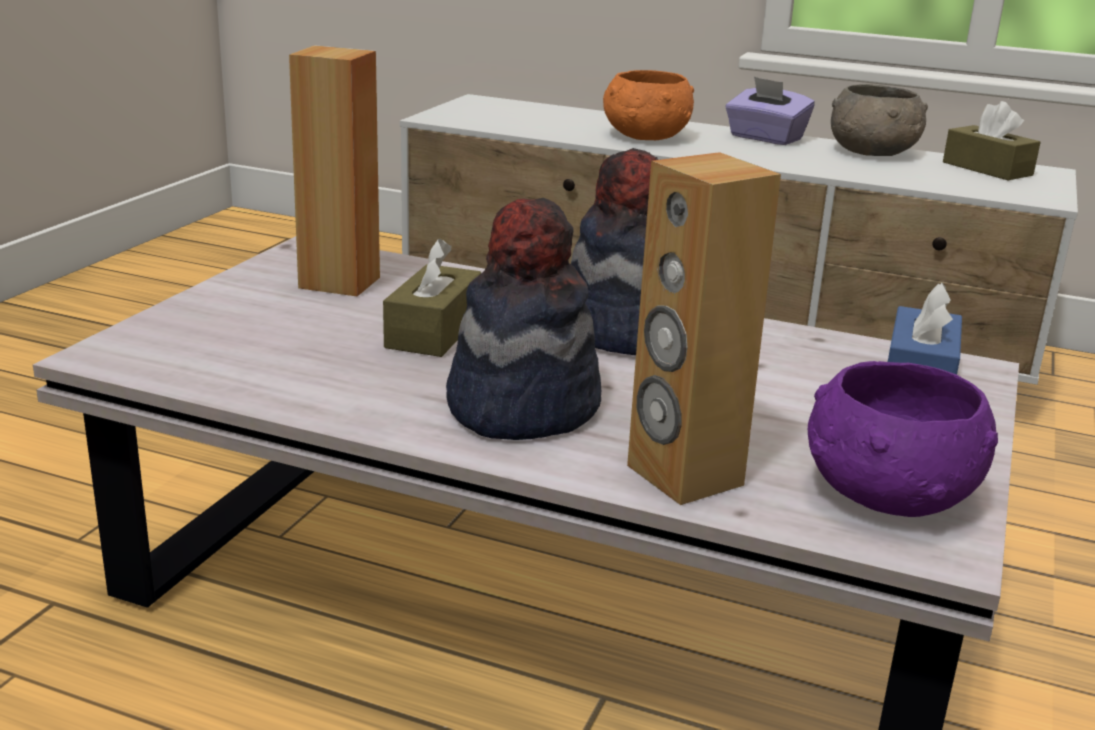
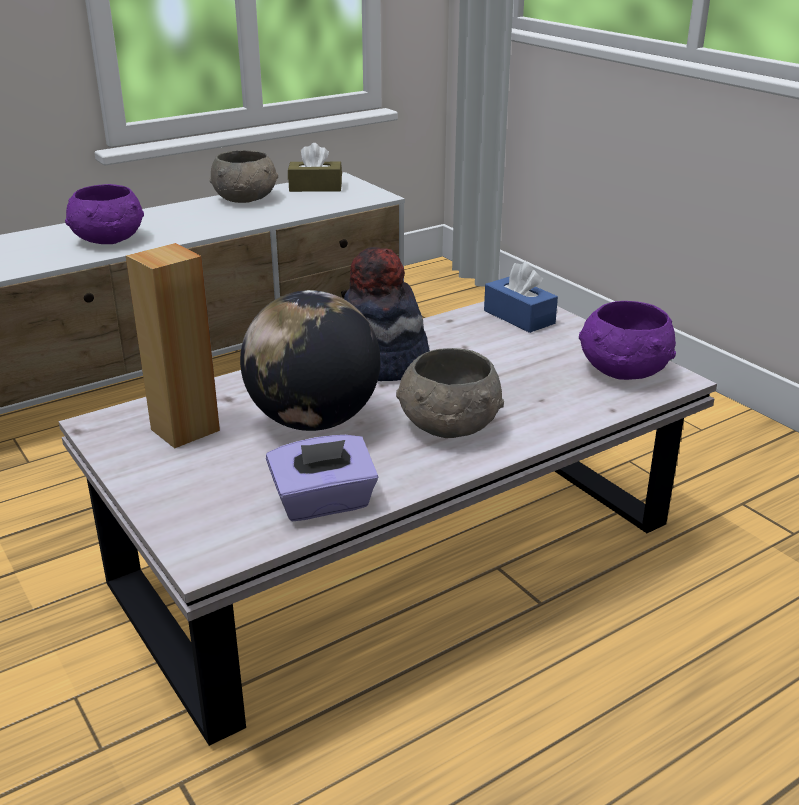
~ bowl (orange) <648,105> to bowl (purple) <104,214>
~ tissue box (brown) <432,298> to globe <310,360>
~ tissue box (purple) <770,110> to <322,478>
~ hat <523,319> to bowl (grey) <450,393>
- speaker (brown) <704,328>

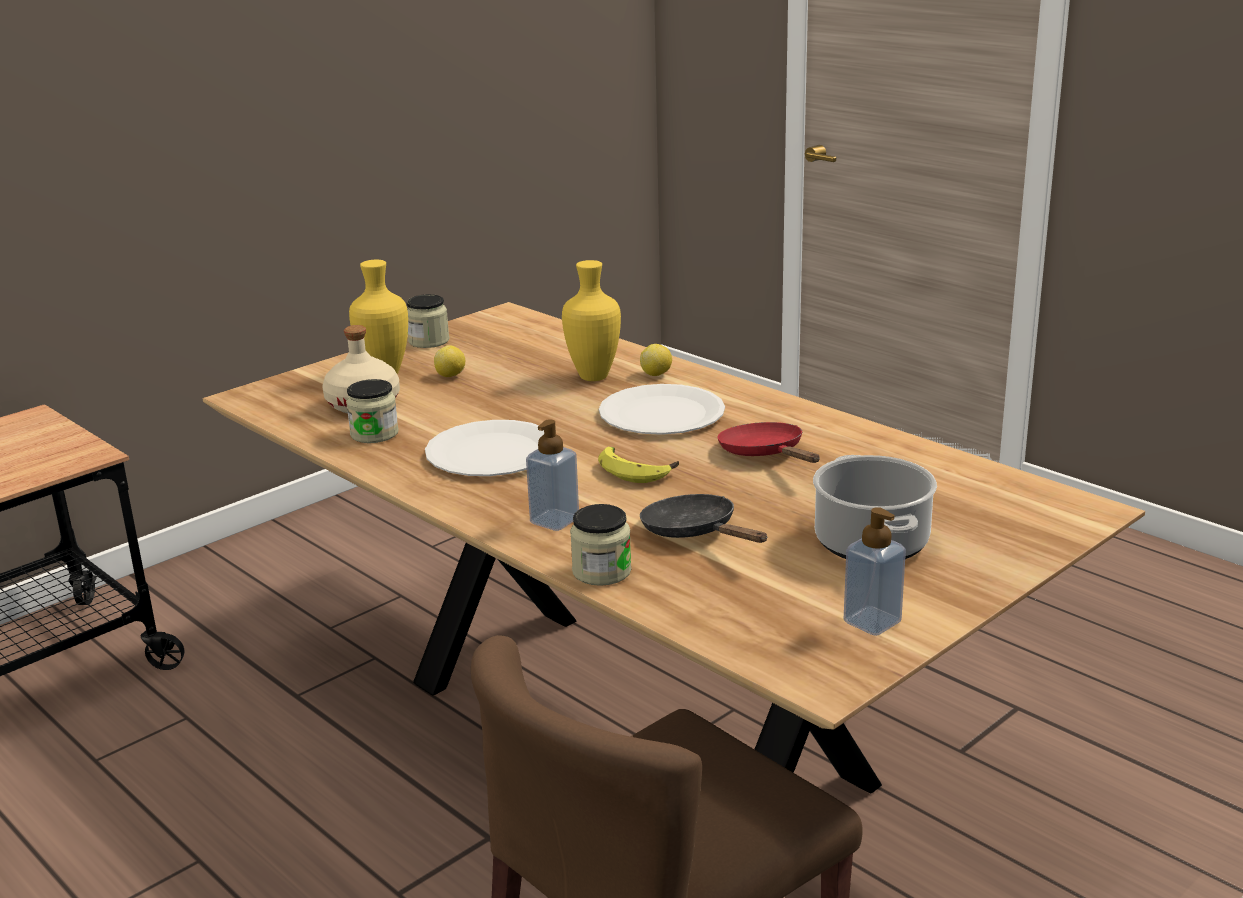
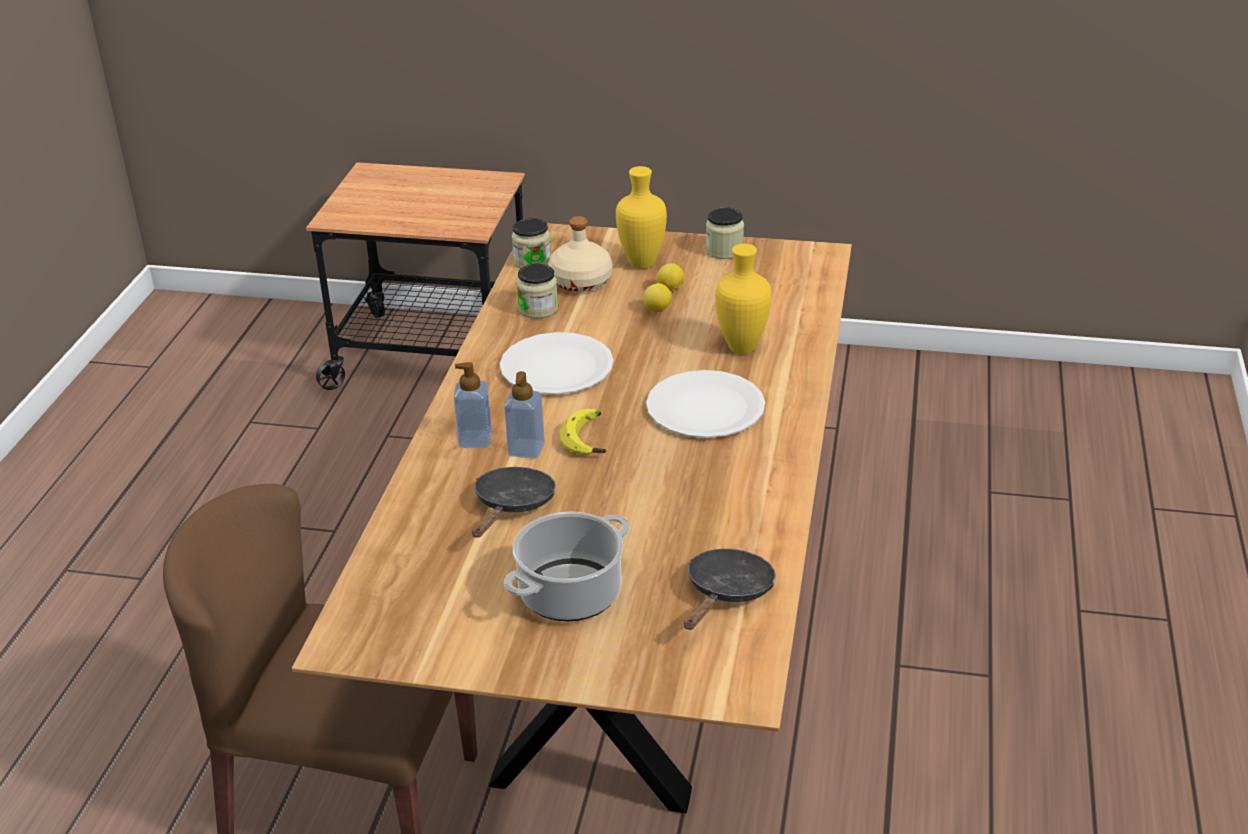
~ soap dispenser <874,571> to <524,415>
~ jar <600,545> to <531,243>
~ lemon <656,360> to <658,297>
+ frying pan (black) <730,589>
- frying pan (red) <768,442>

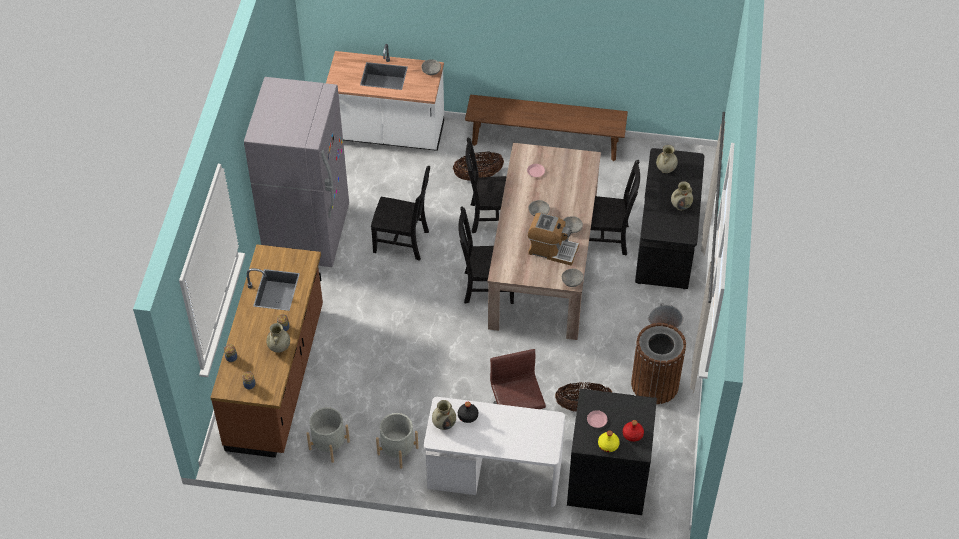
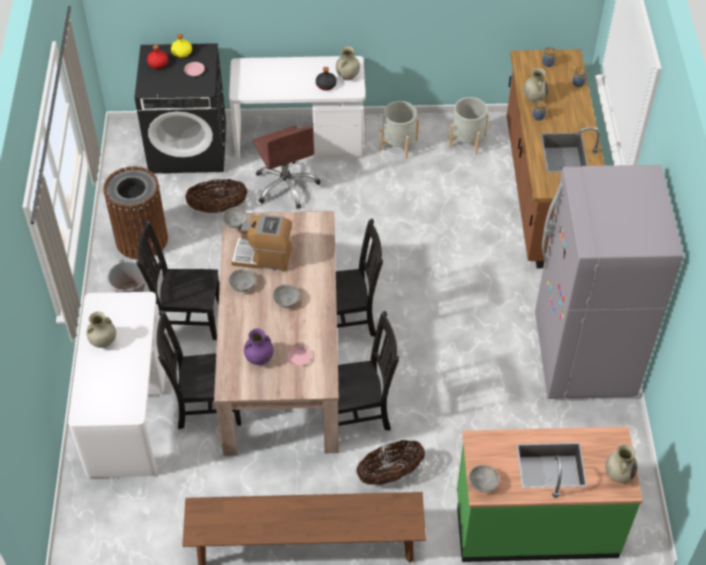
~ desk (black) <669,218> to desk (white) <116,385>
~ chair (black) <400,213> to <178,280>
+ vase (purple) <258,347>
~ counter (white) <385,97> to counter (green) <550,494>
~ vase (beige) <667,159> to <621,463>

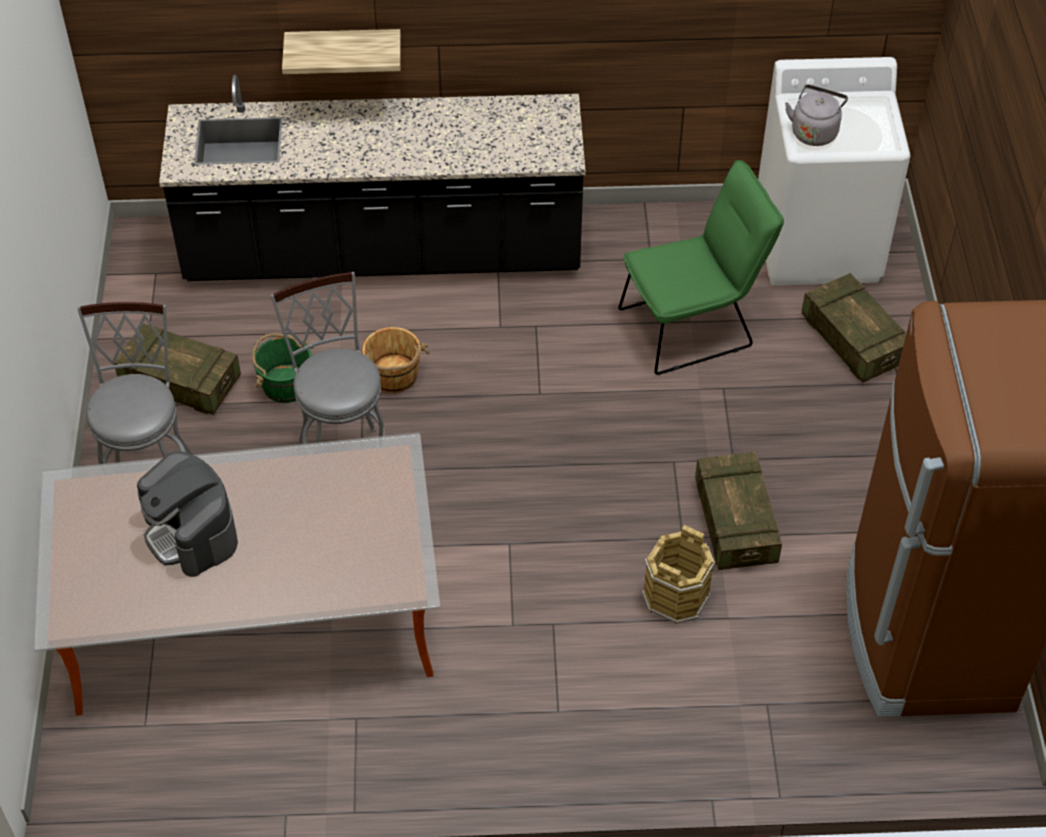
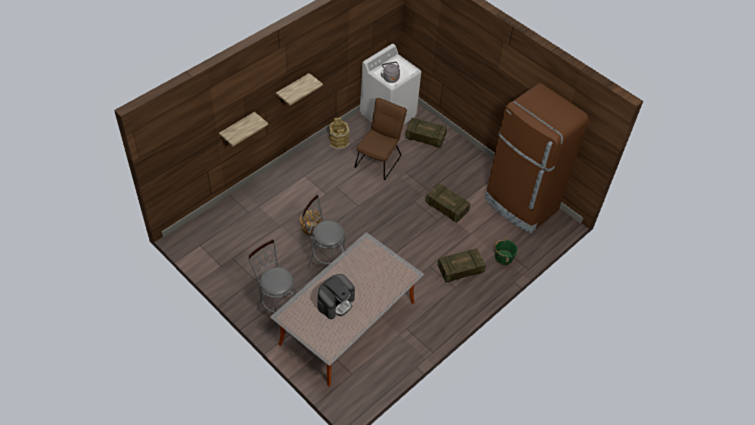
+ shelf <299,89>
~ coffee machine <187,514> = <336,296> 60 degrees counterclockwise
~ bucket (brown) <678,574> to <339,134>
~ chair (green) <701,267> to chair (brown) <381,139>
~ crate <177,369> to <462,265>
~ bucket (green) <282,368> to <506,251>
- counter (black) <372,178>

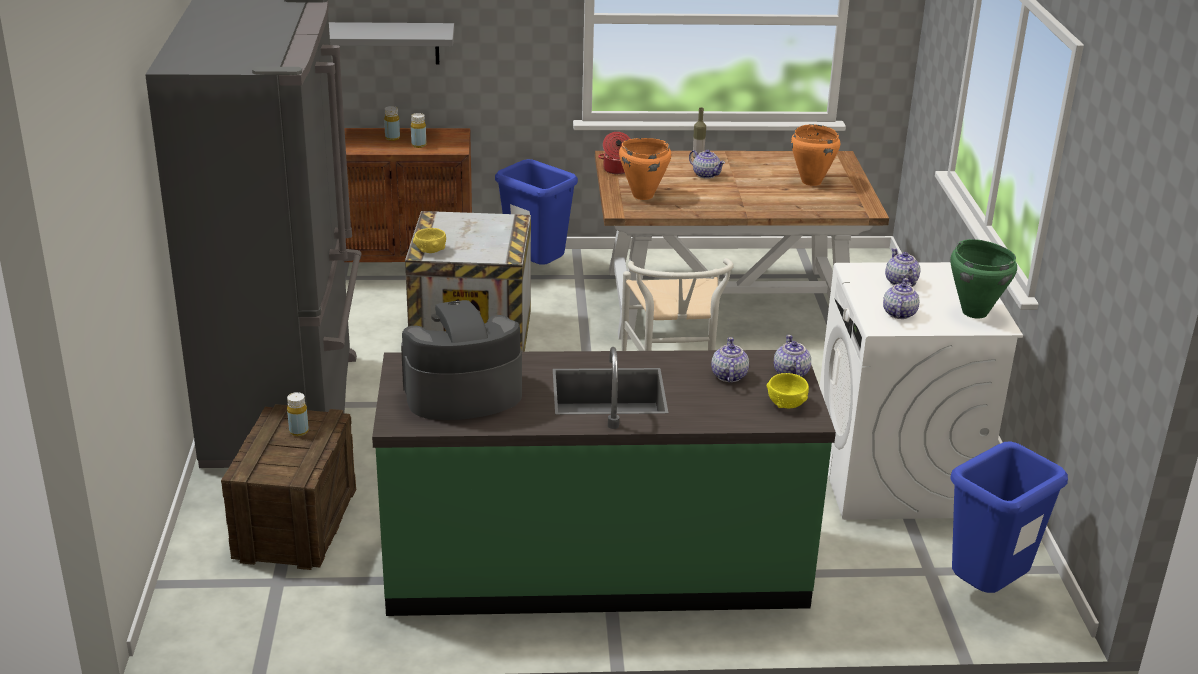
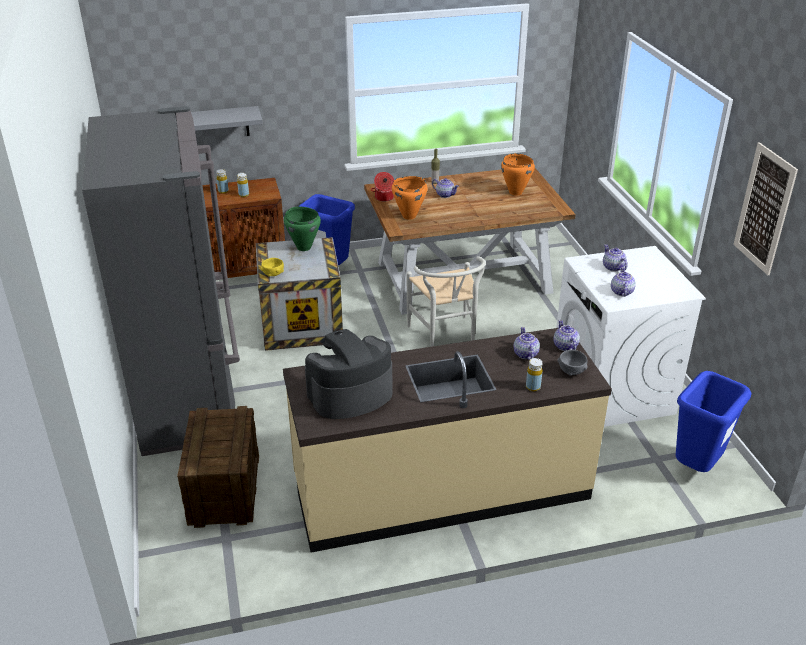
~ counter (green) <604,481> to counter (beige) <447,440>
~ cooking pot (green) <984,278> to <302,229>
~ bottle (yellow) <298,414> to <534,374>
~ bowl (yellow) <788,390> to bowl (grey) <573,363>
+ picture <765,208>

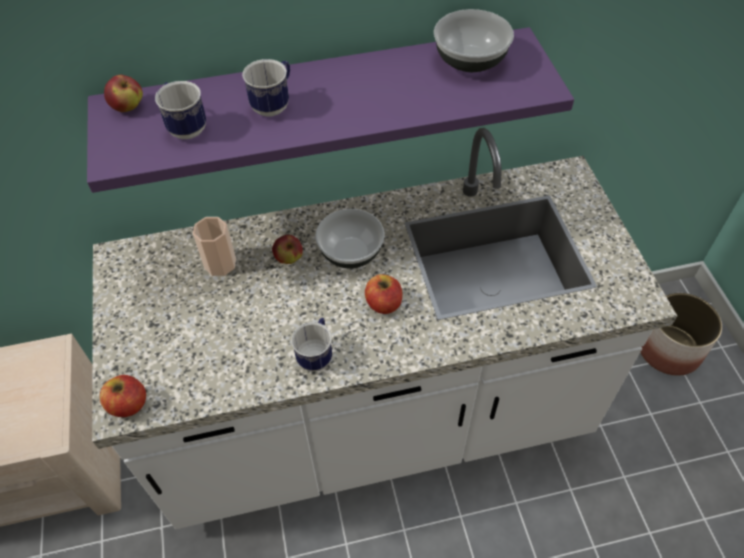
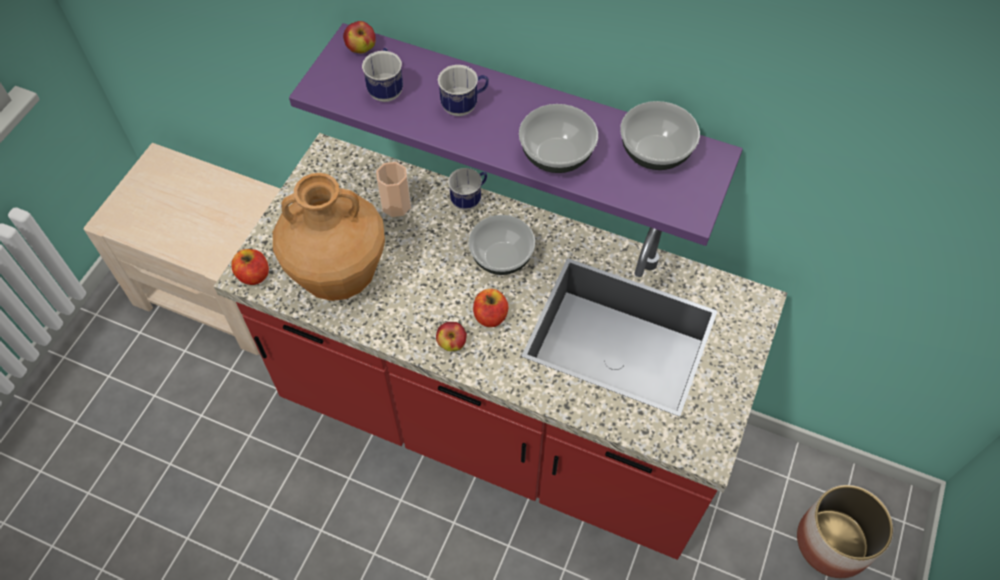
~ counter (white) <384,328> to counter (red) <500,346>
+ vase (brown) <329,237>
~ apple <287,249> to <451,336>
~ mug <311,345> to <467,189>
+ bowl <558,138>

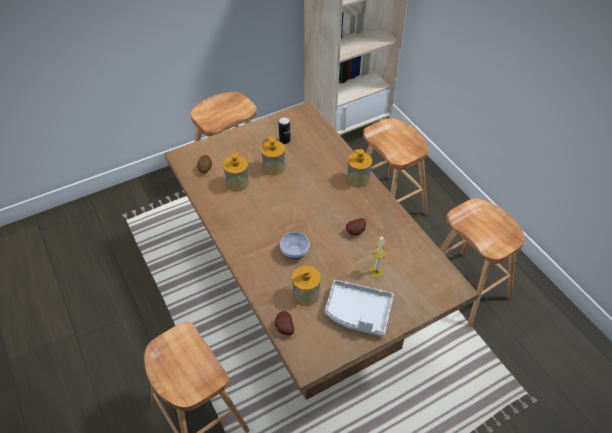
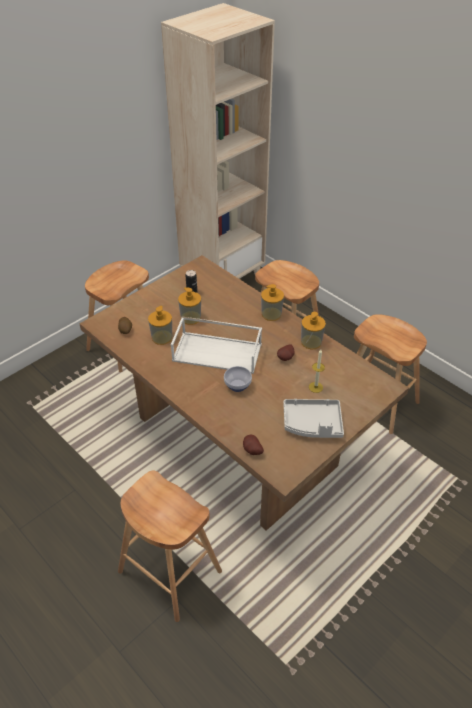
+ tray (white) <216,345>
~ soap dispenser <306,286> to <313,330>

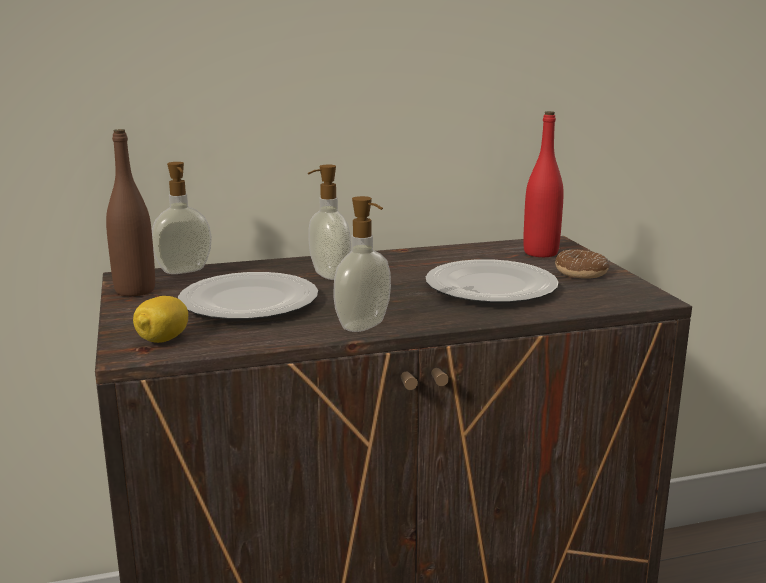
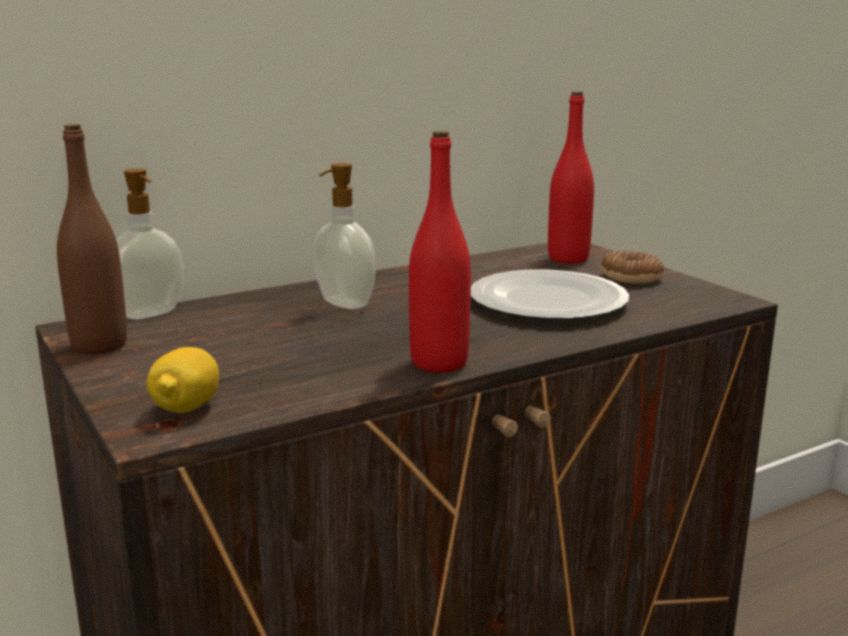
~ soap dispenser <362,264> to bottle (red) <440,252>
- plate <248,296>

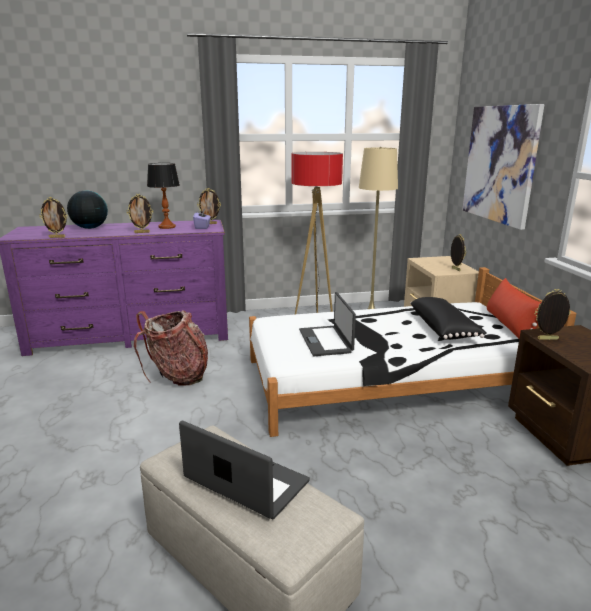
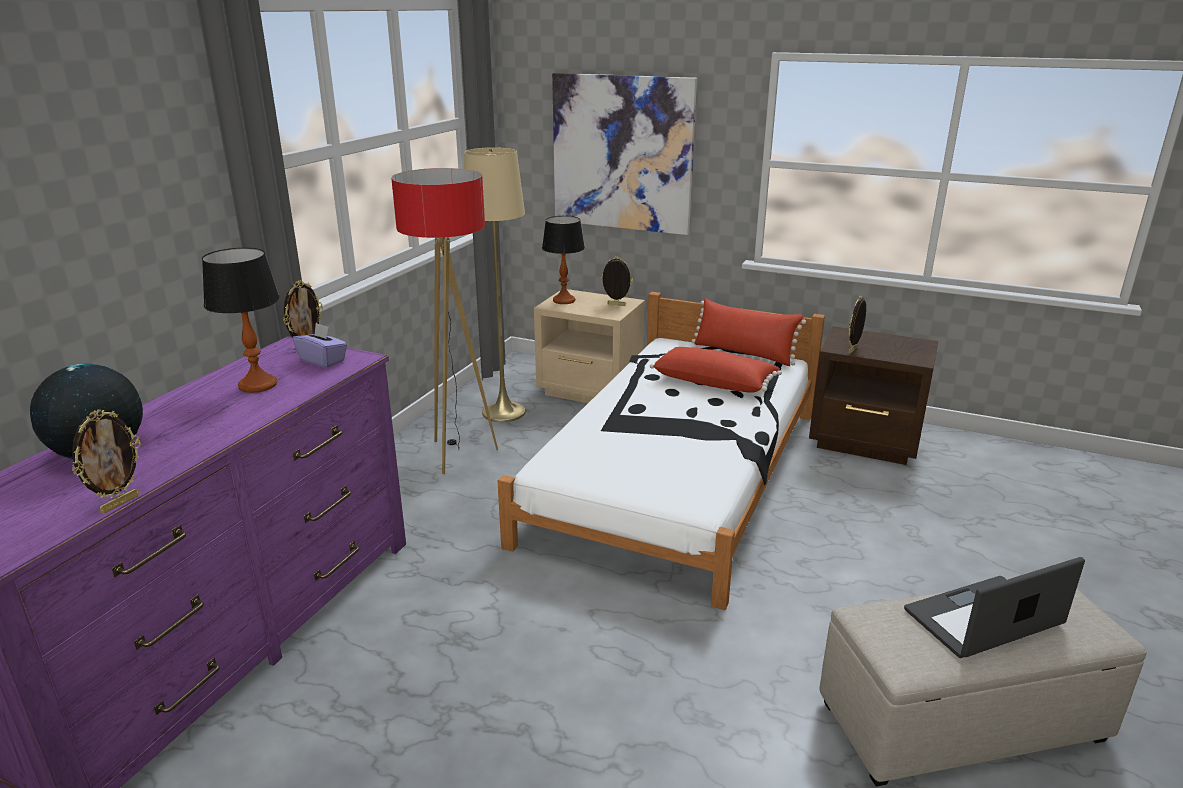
+ table lamp <563,260>
~ pillow (black) <448,318> to pillow (red) <716,370>
- picture frame <140,213>
- backpack <171,347>
- laptop <327,324>

